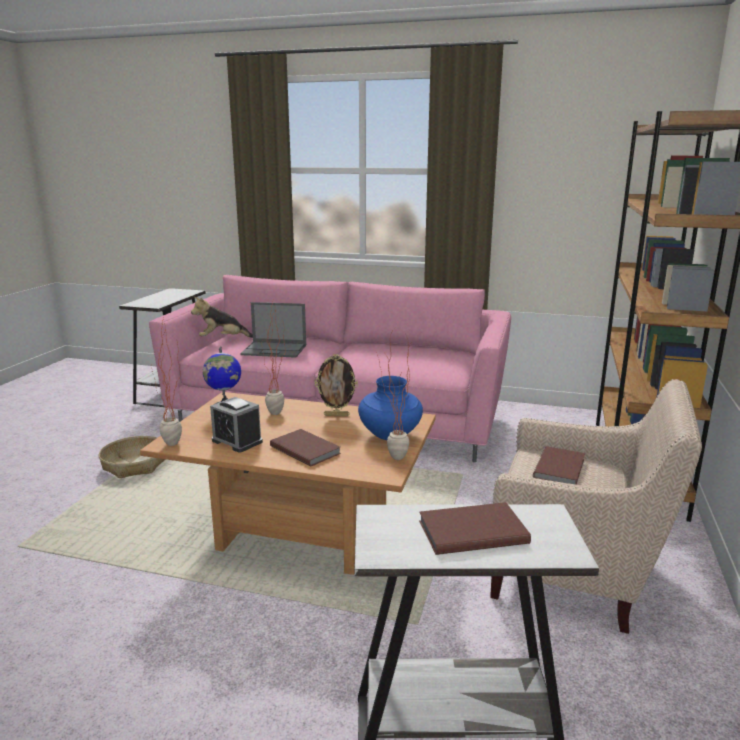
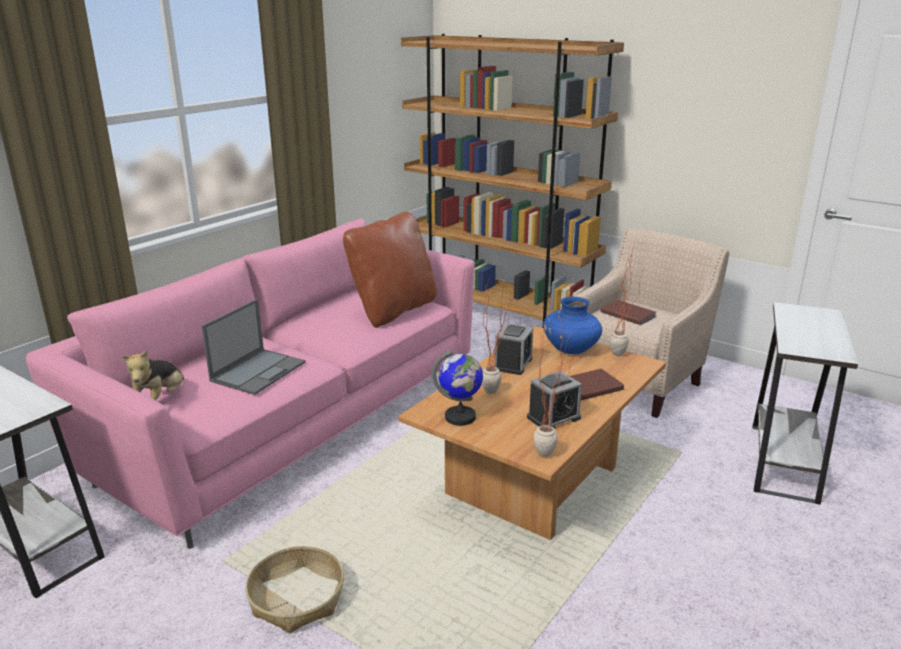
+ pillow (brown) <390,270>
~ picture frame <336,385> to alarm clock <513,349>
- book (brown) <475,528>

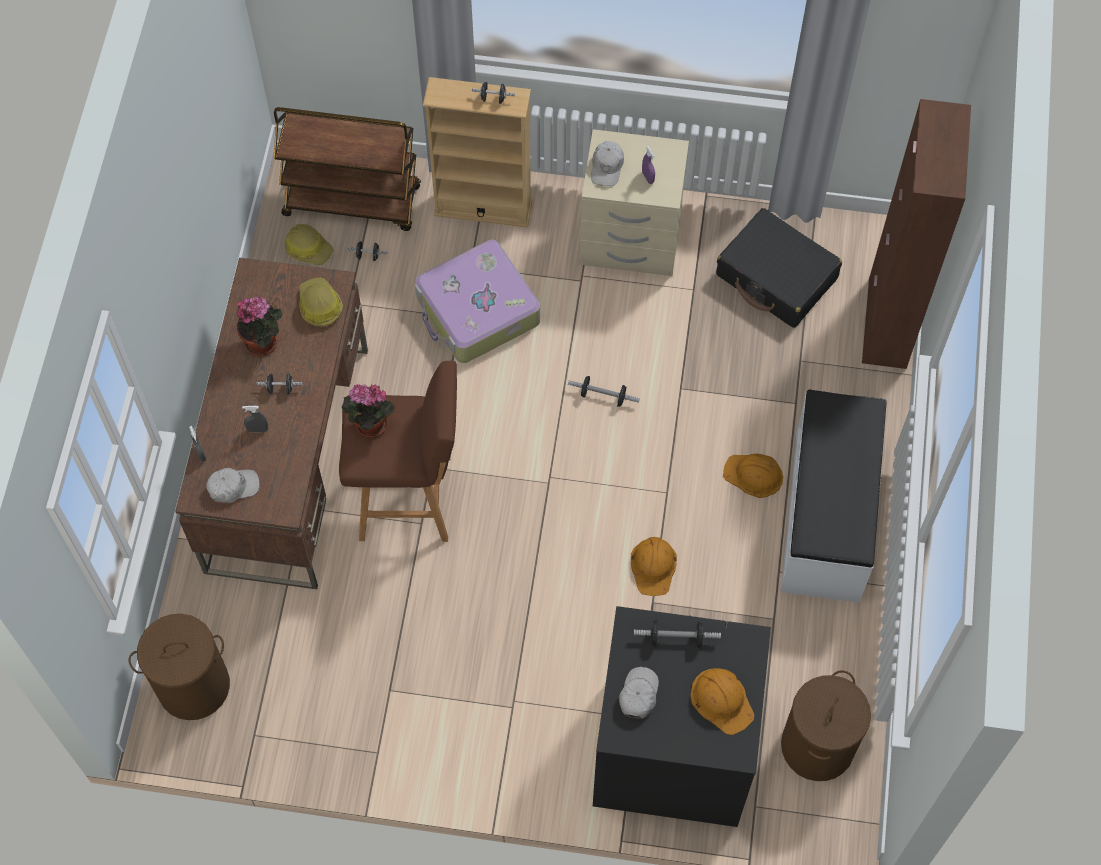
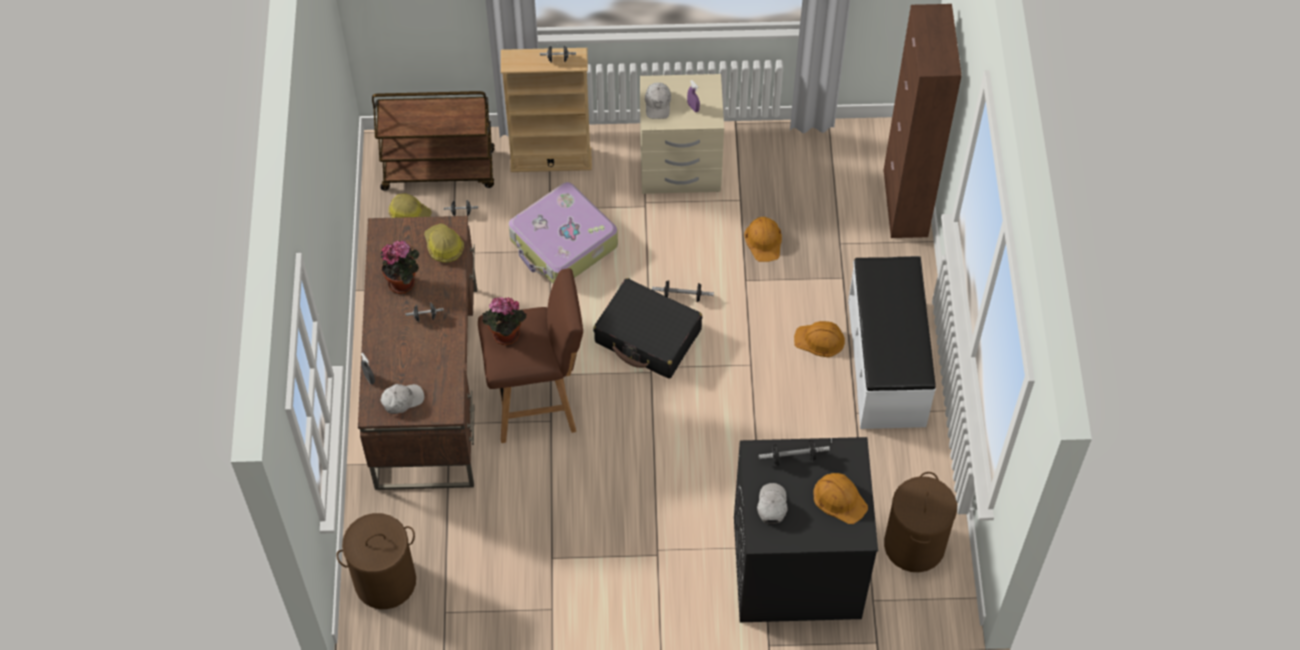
~ suitcase (black) <779,268> to <647,328>
~ hard hat (orange) <654,566> to <763,239>
- spray bottle (grey) <255,419>

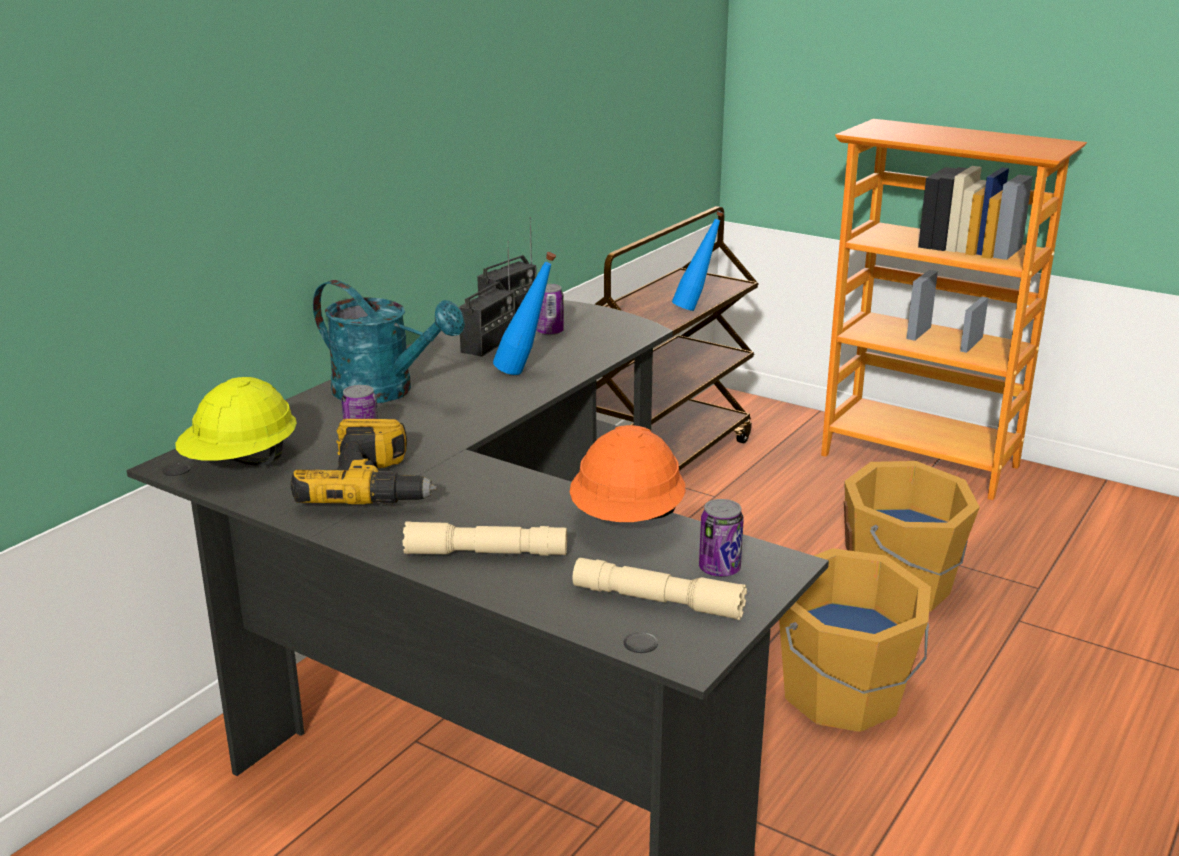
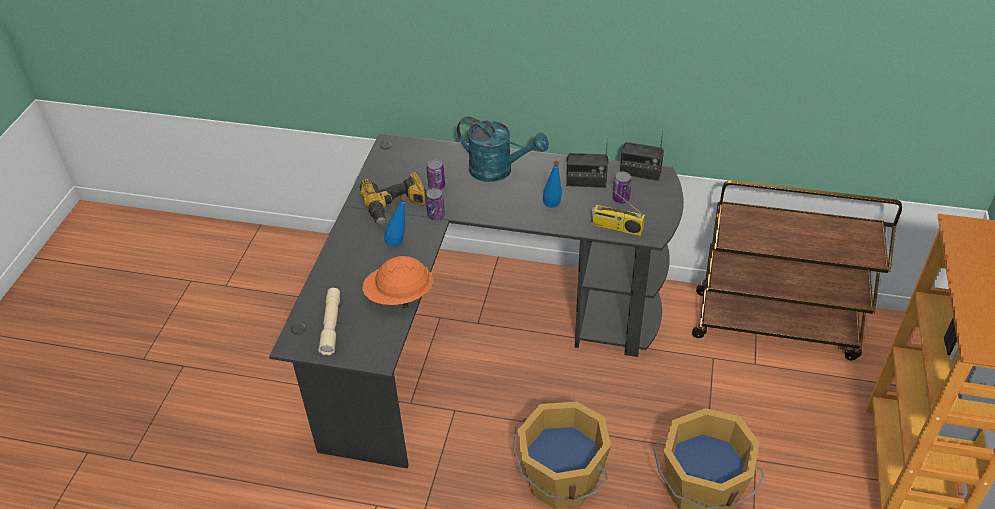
~ bottle (blue) <698,261> to <395,221>
~ can <721,538> to <435,204>
~ watering can (turquoise) <389,341> = <503,149> 75 degrees counterclockwise
+ radio <618,210>
- hard hat (yellow) <236,421>
- flashlight (beige) <485,538>

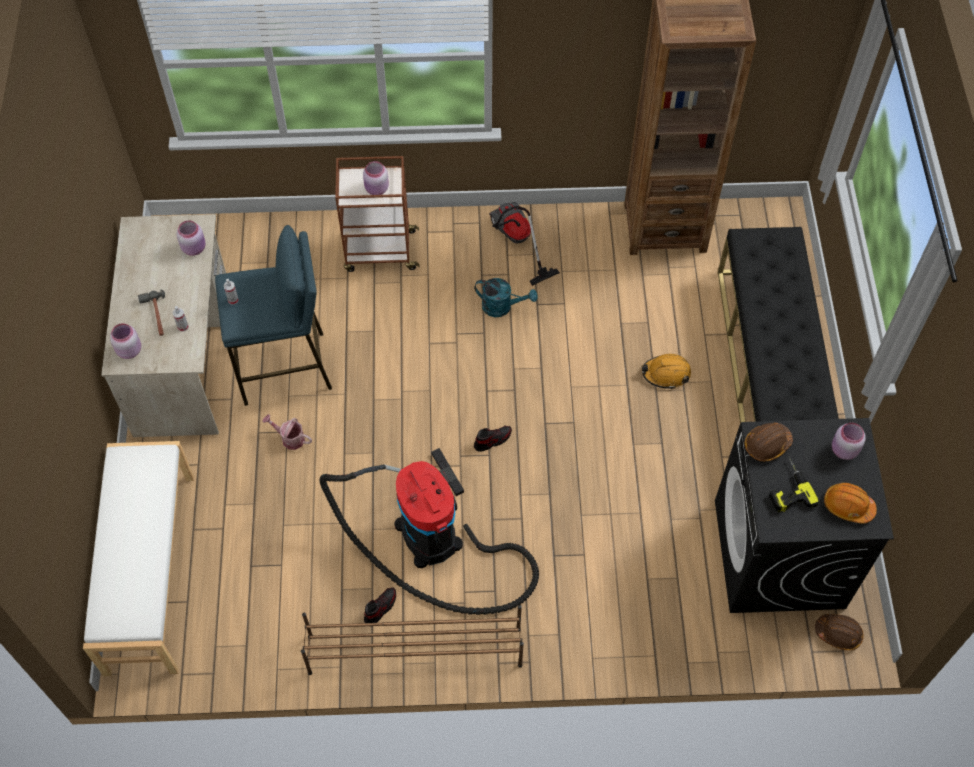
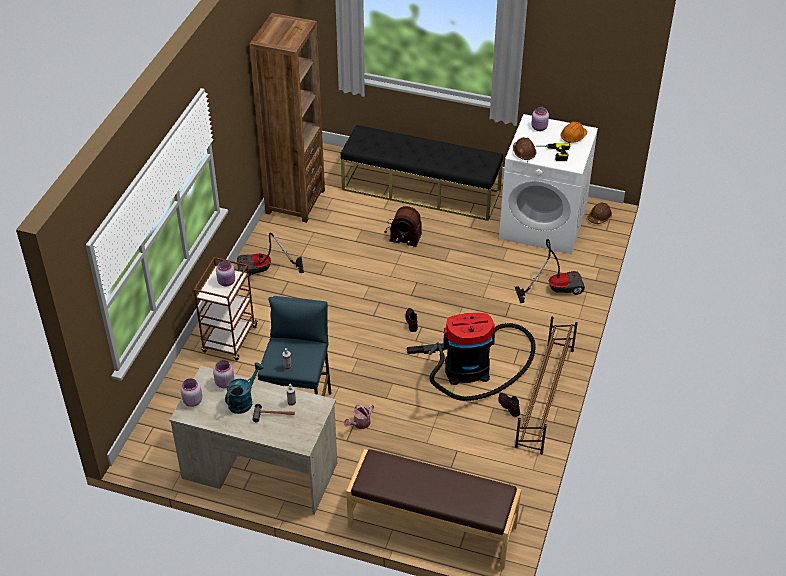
~ jar (pink) <125,341> to <191,392>
~ watering can (turquoise) <506,297> to <244,388>
~ bench (white) <138,558> to bench (brown) <433,509>
~ hard hat (orange) <666,371> to radio <403,226>
~ washing machine (black) <804,515> to washing machine (white) <548,184>
+ vacuum cleaner <550,271>

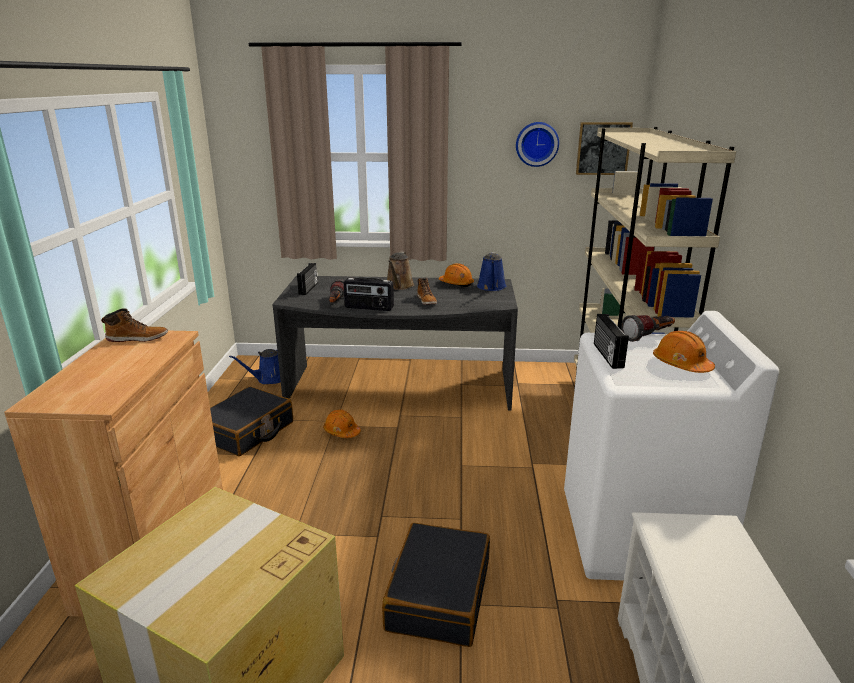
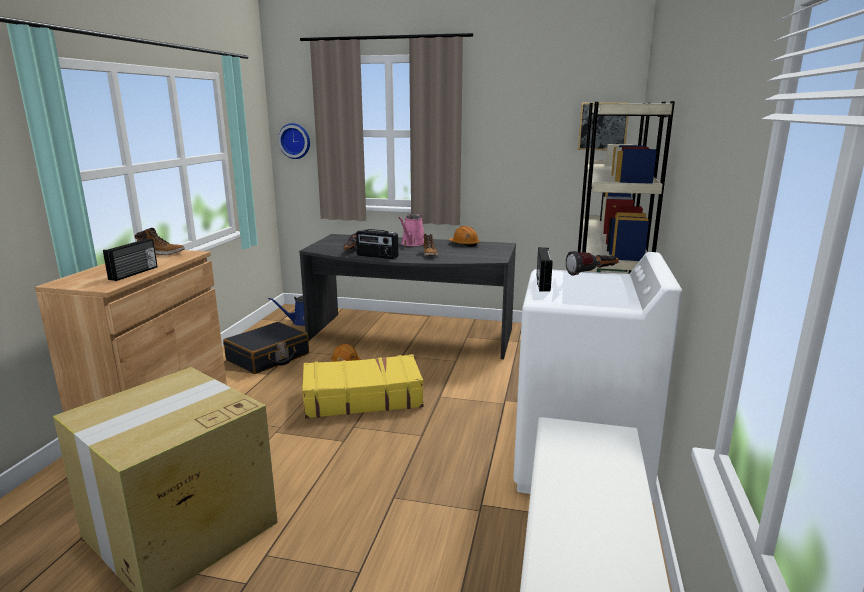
~ radio <307,279> to <130,260>
~ wall clock <537,144> to <294,141>
+ suitcase (yellow) <363,386>
~ watering can (brown) <400,271> to watering can (pink) <411,230>
- suitcase (black) <436,585>
- watering can (blue) <491,271>
- hard hat (orange) <684,352>

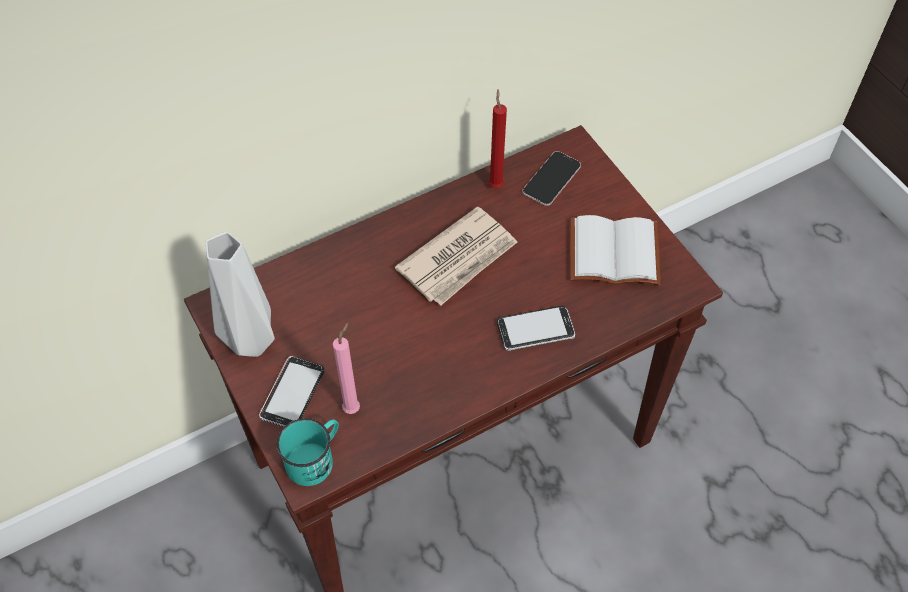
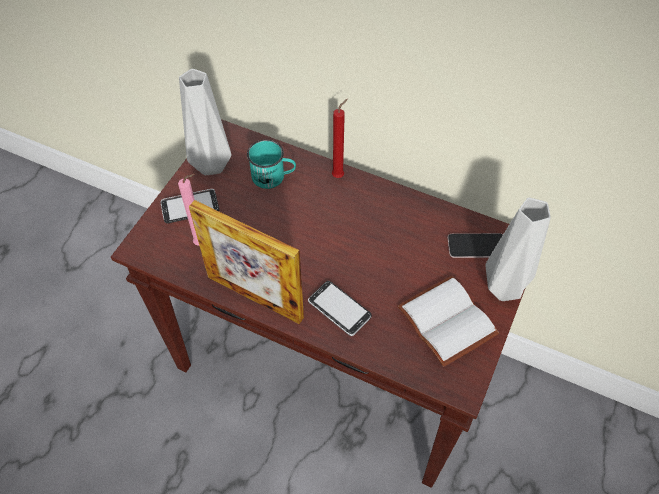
+ picture frame <246,262>
~ mug (turquoise) <307,452> to <271,164>
~ candle (red) <497,138> to <340,138>
+ vase (grey) <518,249>
- newspaper <456,255>

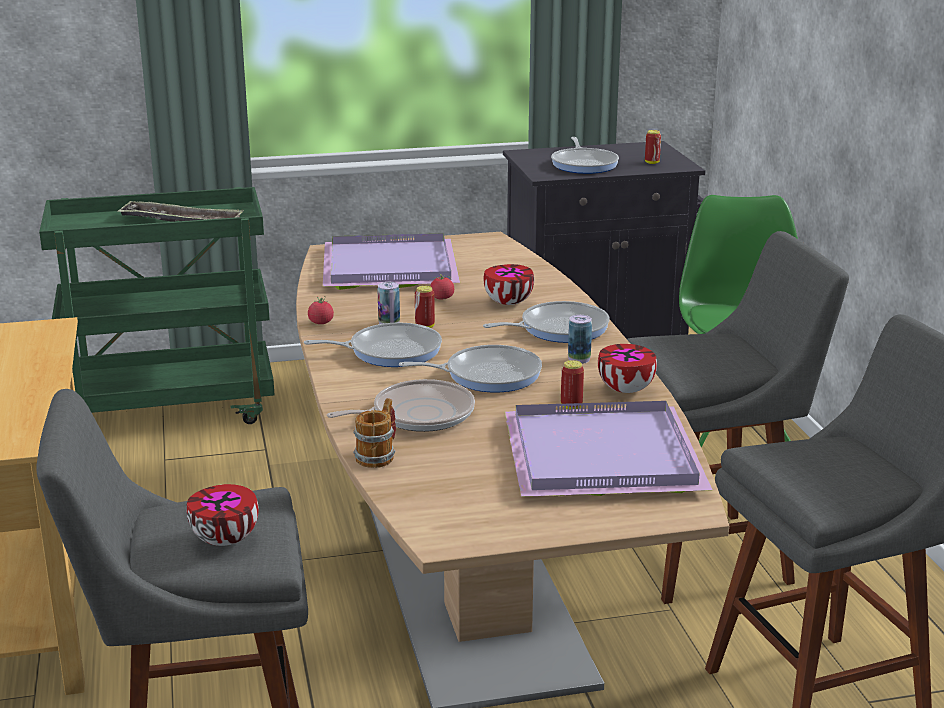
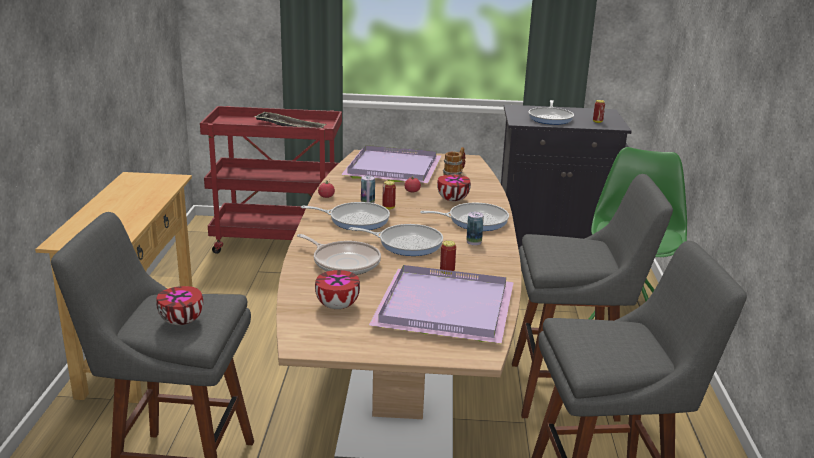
~ cart (green) <156,305> to cart (red) <271,180>
~ frying pan <401,405> = <339,254> 45 degrees clockwise
~ bowl <627,368> to <337,289>
~ mug <374,433> to <454,161>

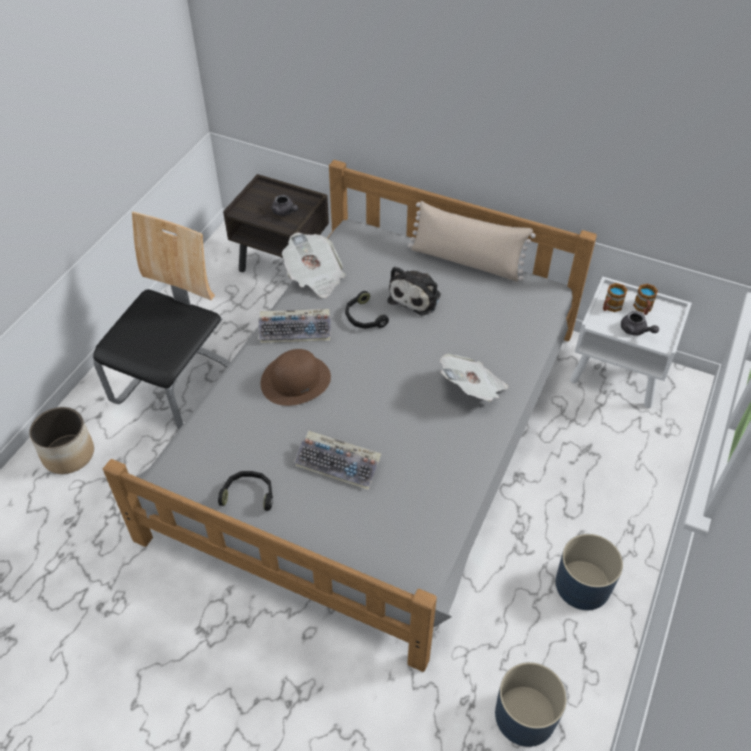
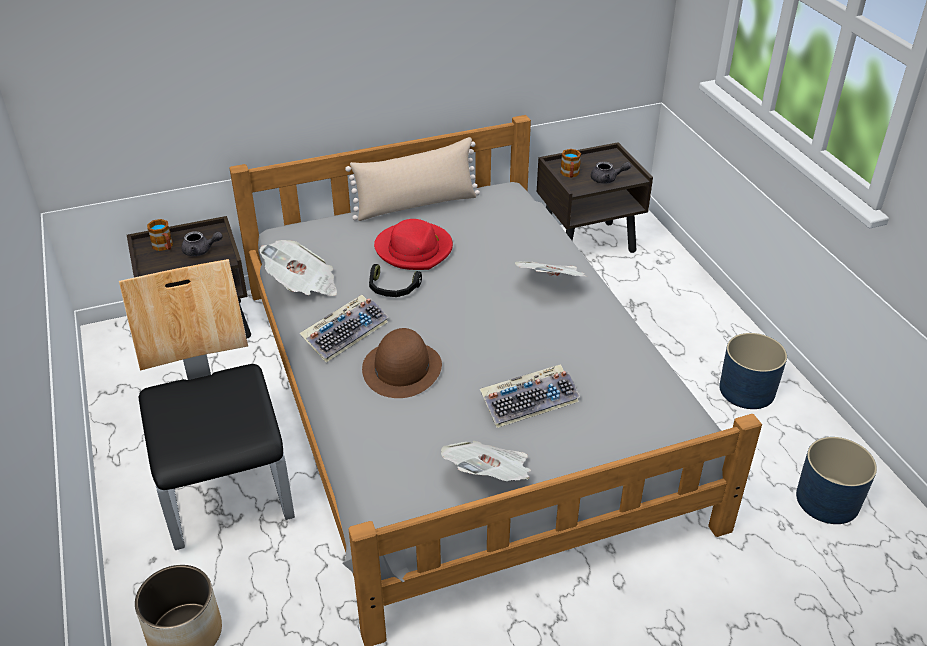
~ mug <645,299> to <160,235>
~ plush toy <414,291> to hat (red) <413,244>
~ headphones (black) <245,491> to newspaper <486,461>
~ nightstand (white) <631,342> to nightstand (brown) <595,197>

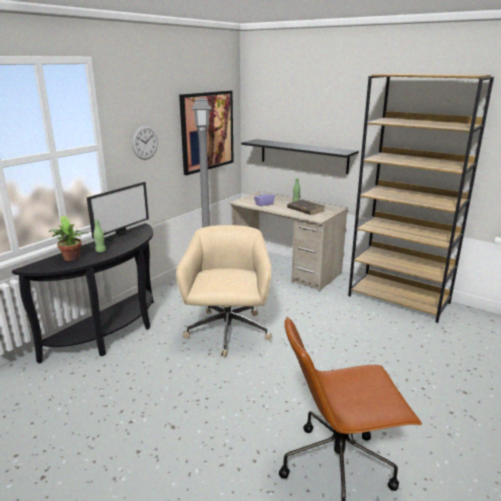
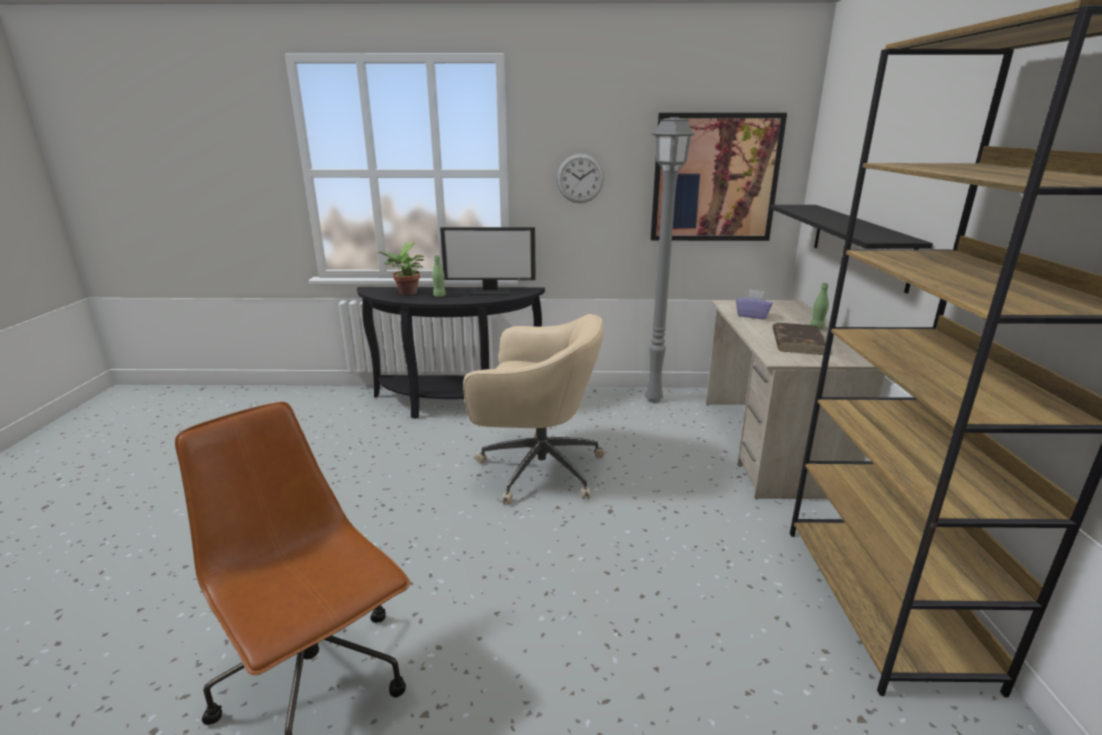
~ office chair (beige) <224,291> = <534,409> 45 degrees clockwise

